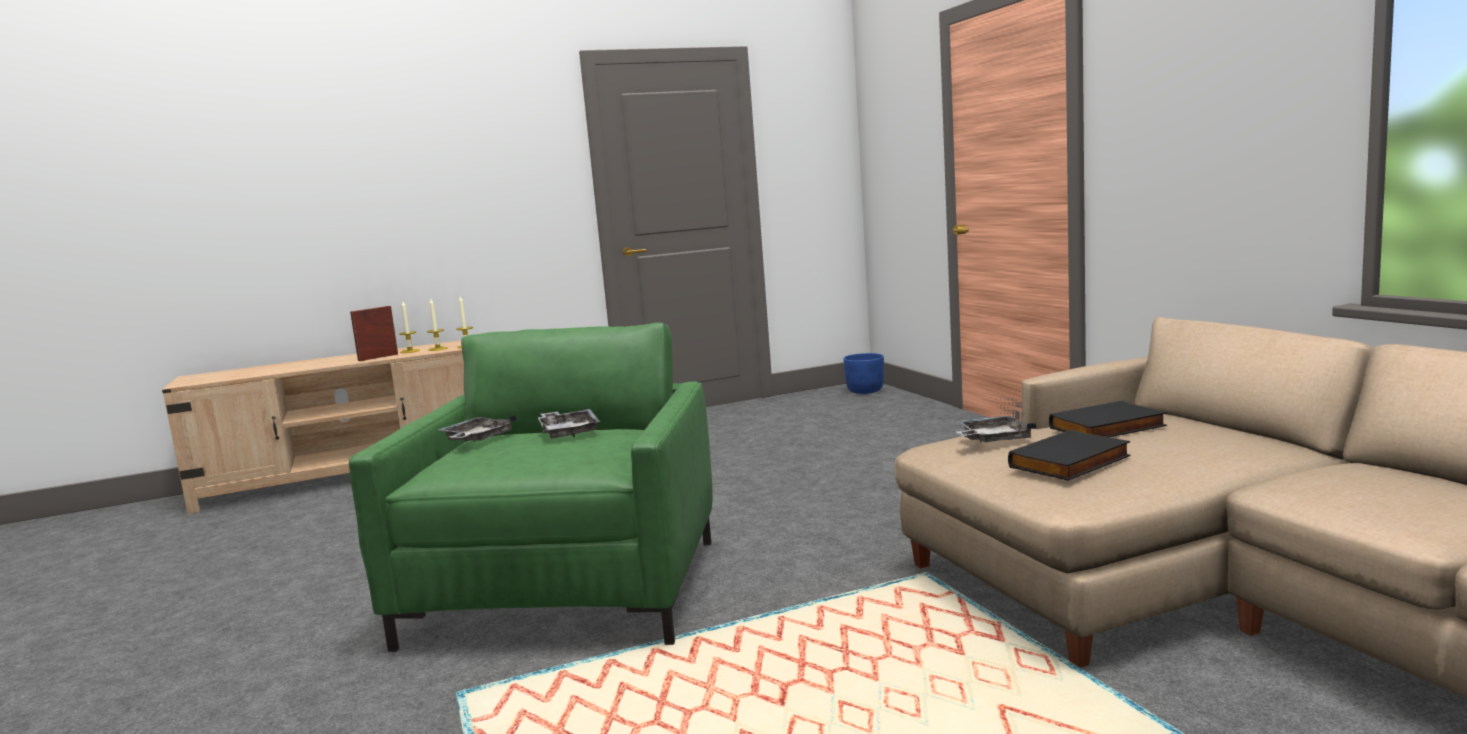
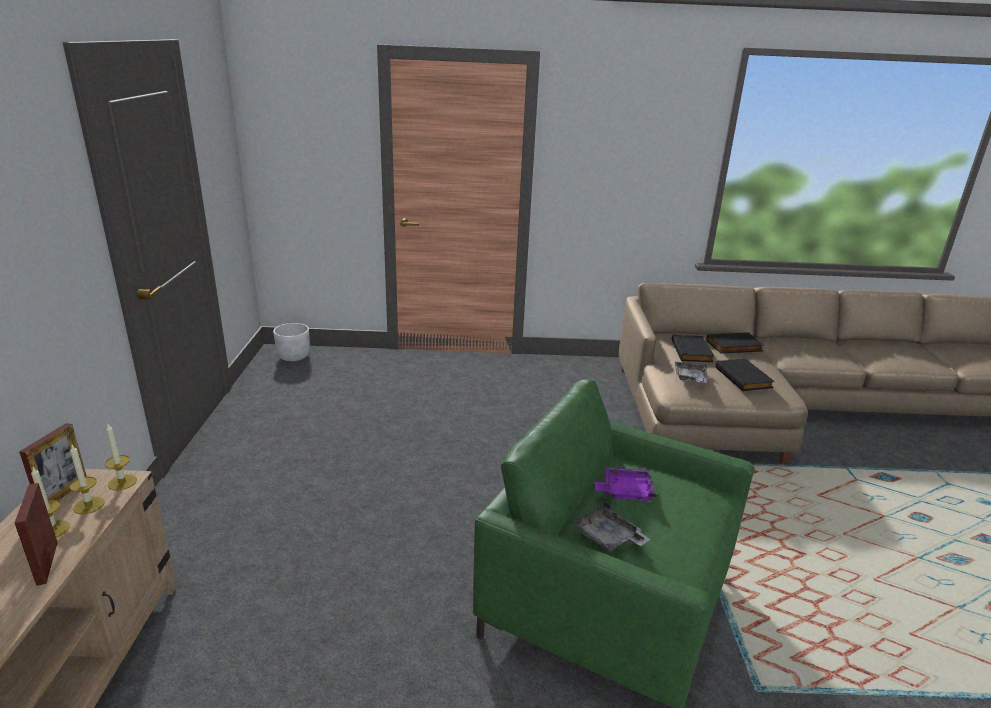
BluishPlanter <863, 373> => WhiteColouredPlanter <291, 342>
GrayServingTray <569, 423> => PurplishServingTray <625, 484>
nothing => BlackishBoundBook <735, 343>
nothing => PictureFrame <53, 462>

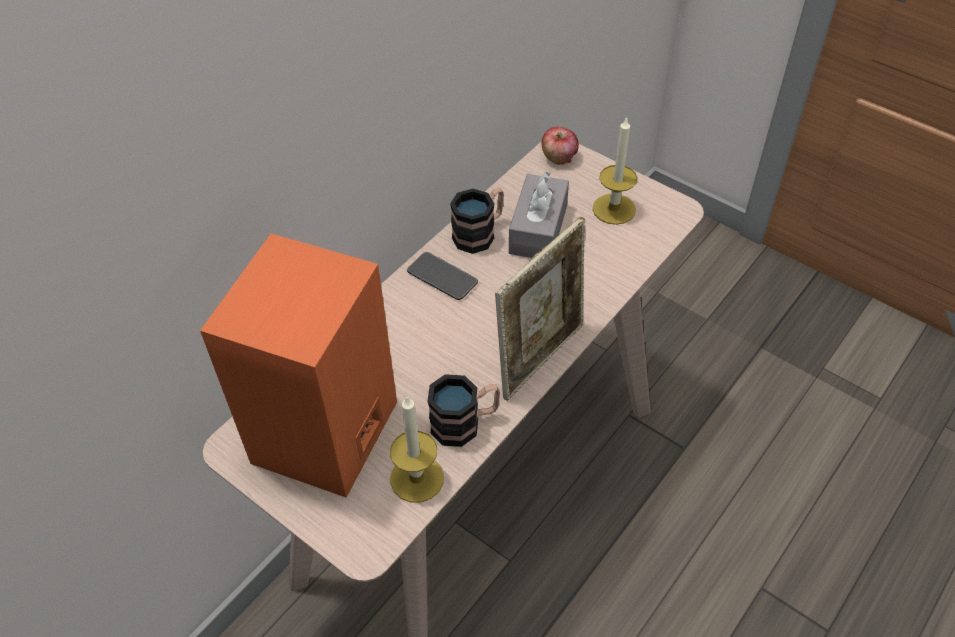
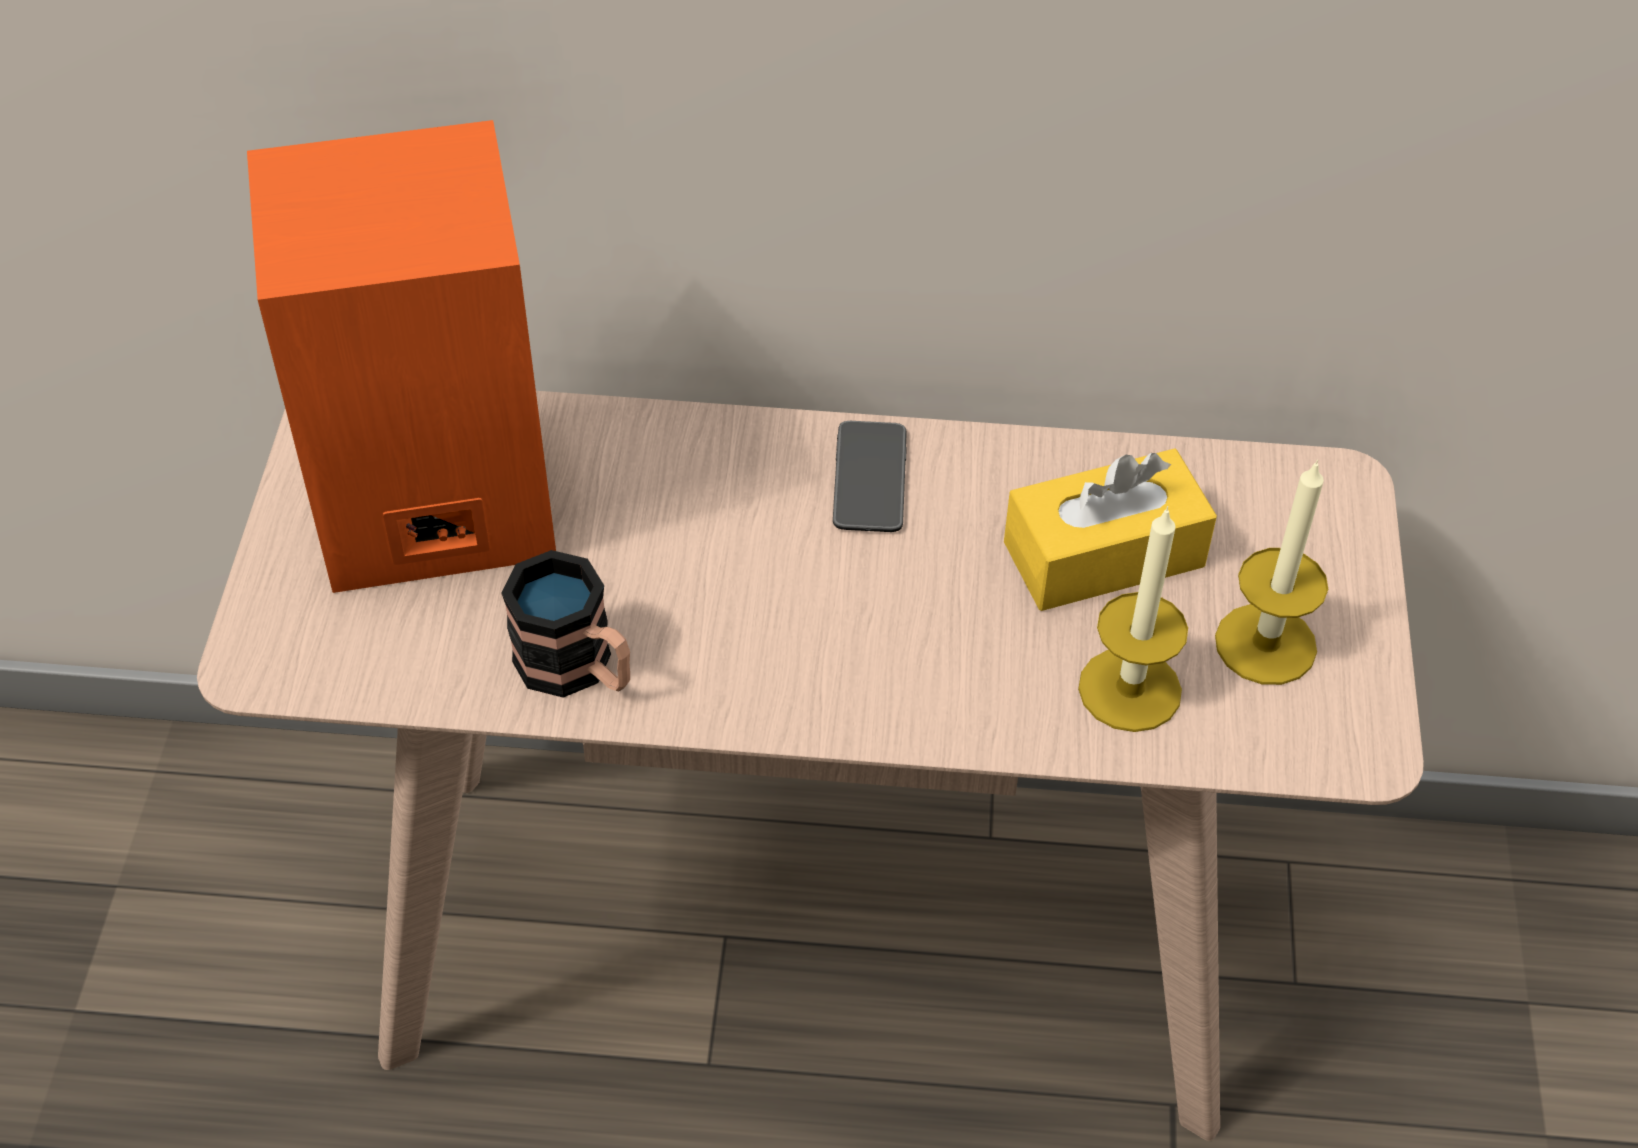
AppleFruit <560, 146> => nothing
GrayTissueHolder <539, 215> => YellowishTissueHolder <1110, 530>
TeaMug <477, 221> => nothing
PictureFrame <540, 309> => nothing
WaxCandle <417, 449> => WaxCandle <1133, 619>, move

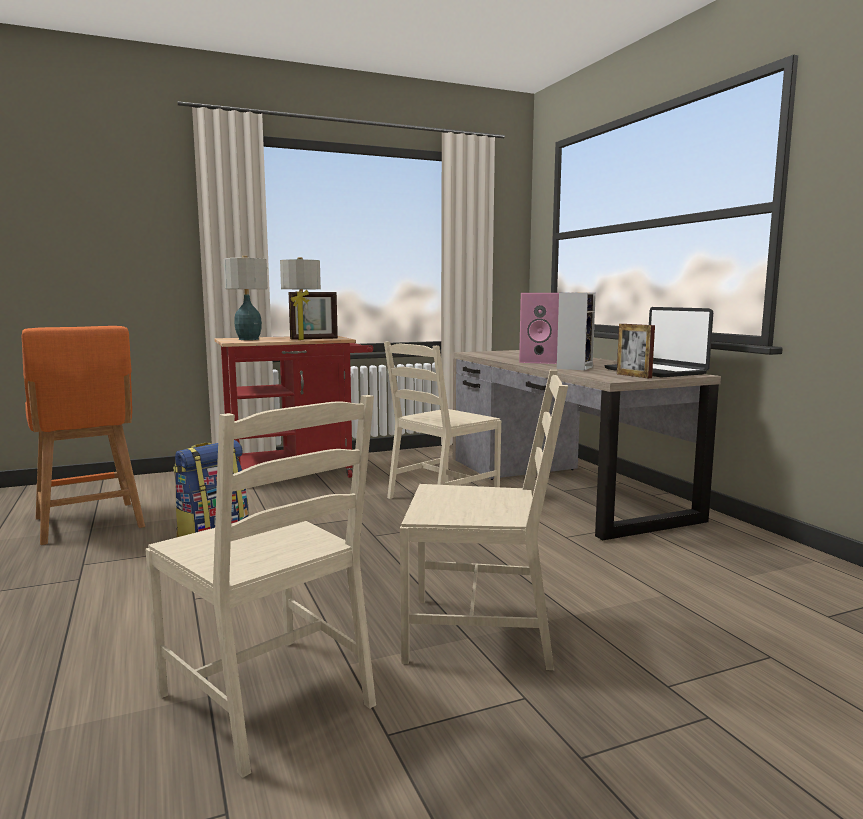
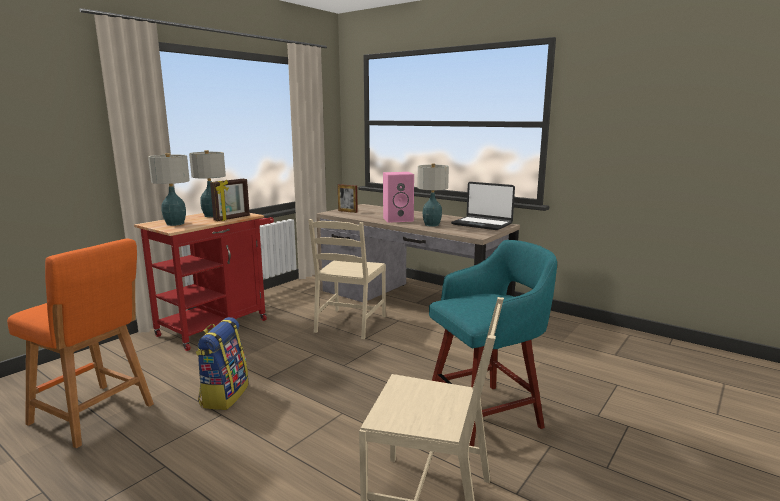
AudioSpeaker <576, 331> => TabletopLamp <433, 195>
PictureFrame <636, 351> => PictureFrame <348, 198>, move
BeigeChair <484, 520> => TurquoiseStoolSeat <493, 343>

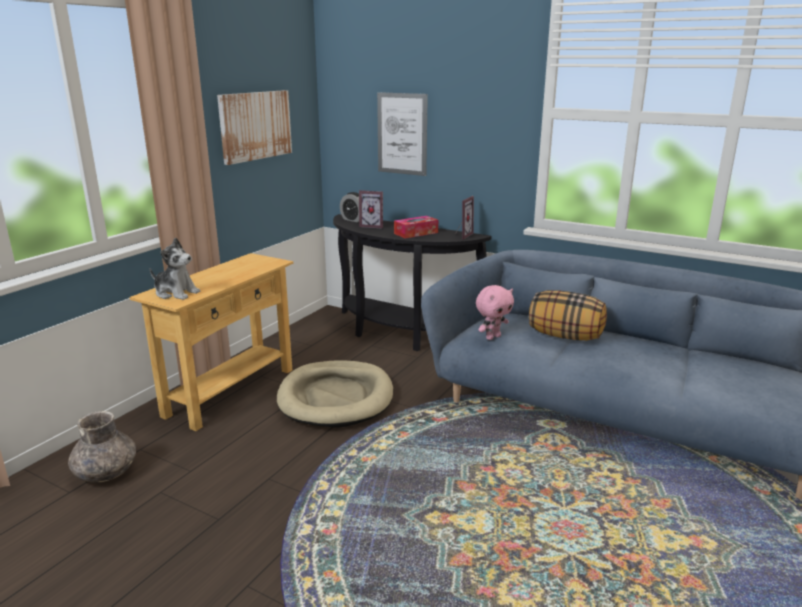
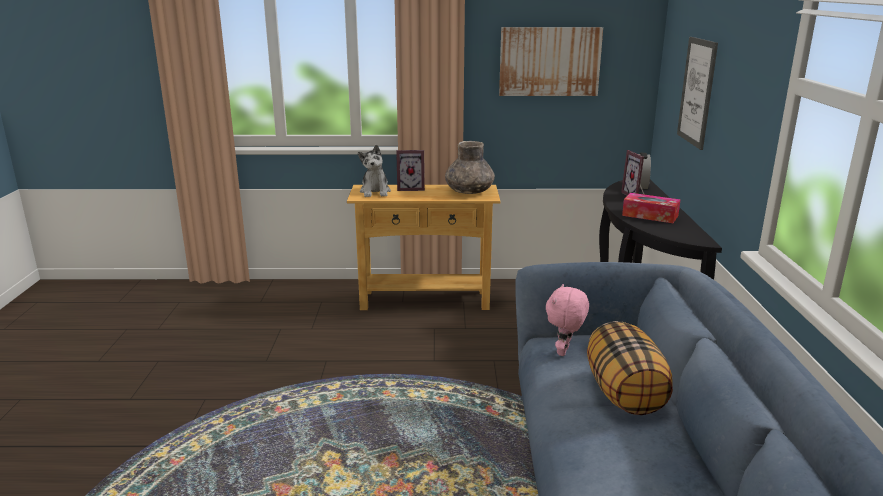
PictureFrame <464, 218> => PictureFrame <410, 170>, move
PinkSoftToy <495, 312> => PinkSoftToy <567, 320>, 90 degrees clockwise
BeigeDogBed <335, 394> => nothing
GrayFlowerVase <102, 447> => GrayFlowerVase <470, 167>, move

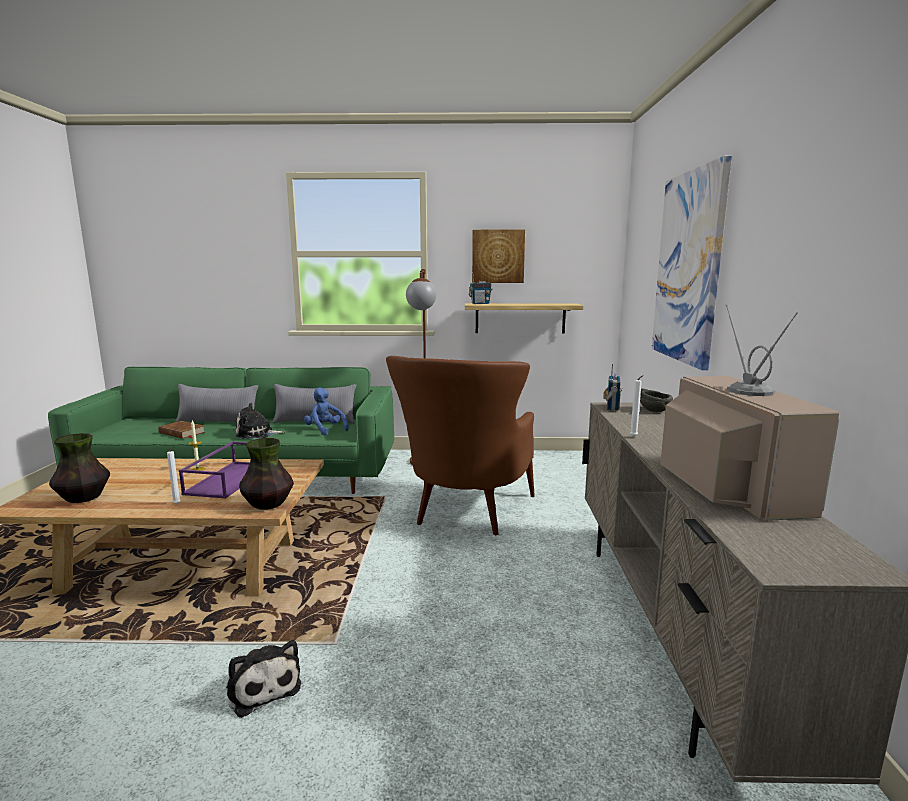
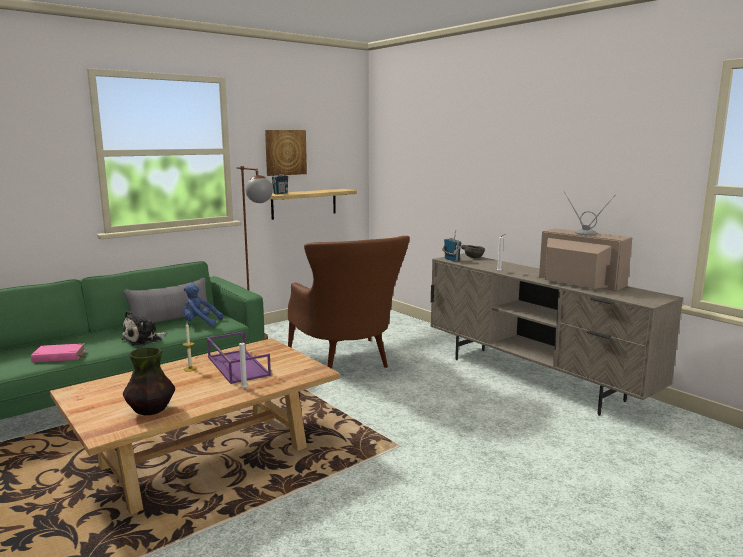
WallPicture <692, 262> => nothing
GrayThrowPillow <216, 403> => nothing
BrownishBoundBook <182, 430> => PinkBoundBook <59, 353>
FlowerVase <266, 474> => nothing
SoftToy <263, 679> => nothing

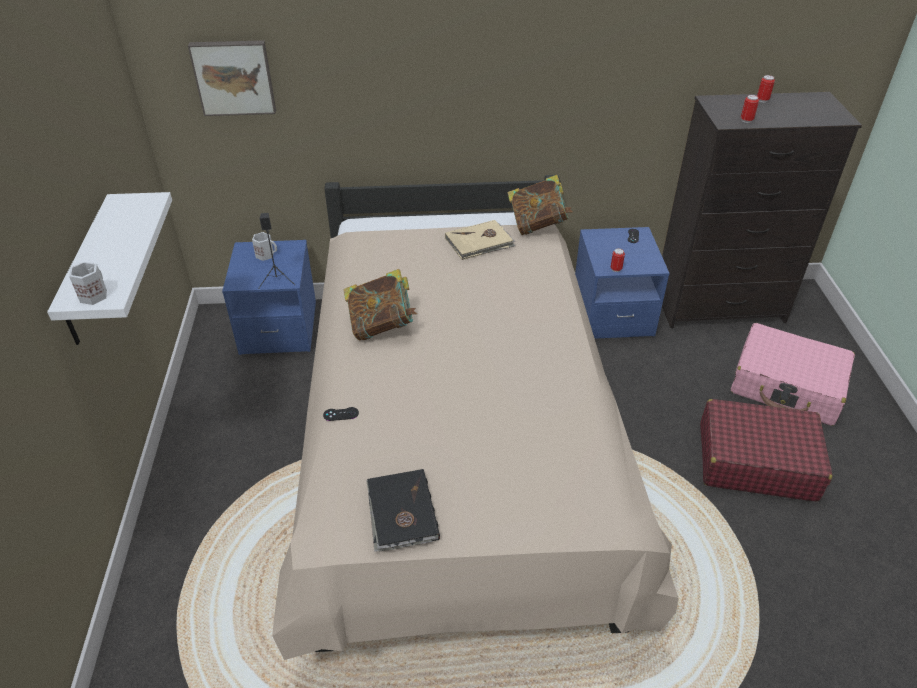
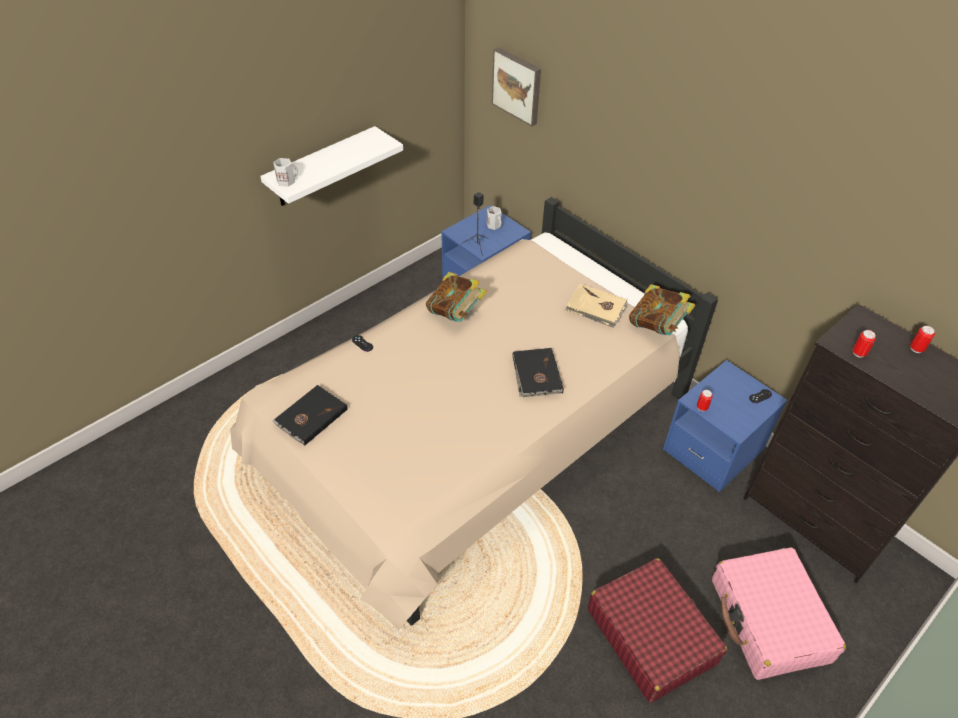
nothing => BlackishBoundBook <538, 372>

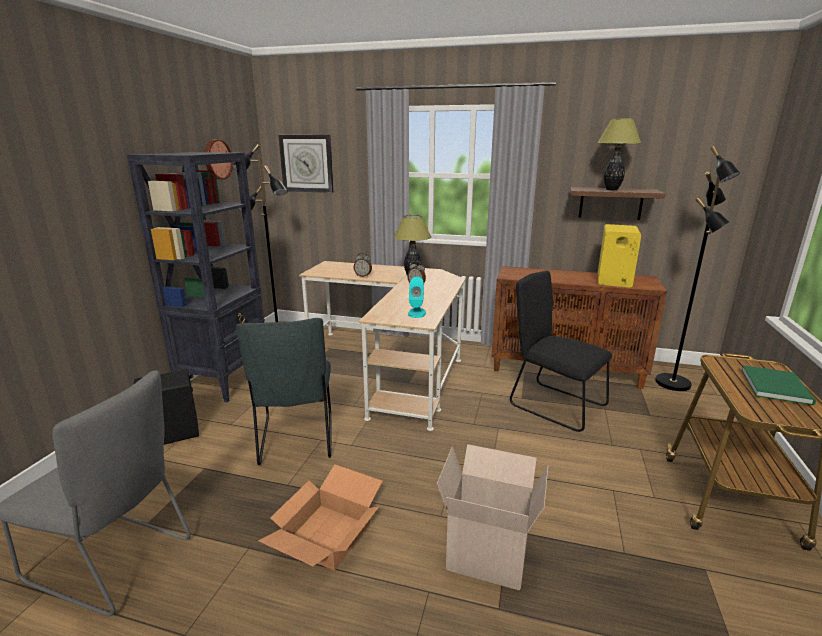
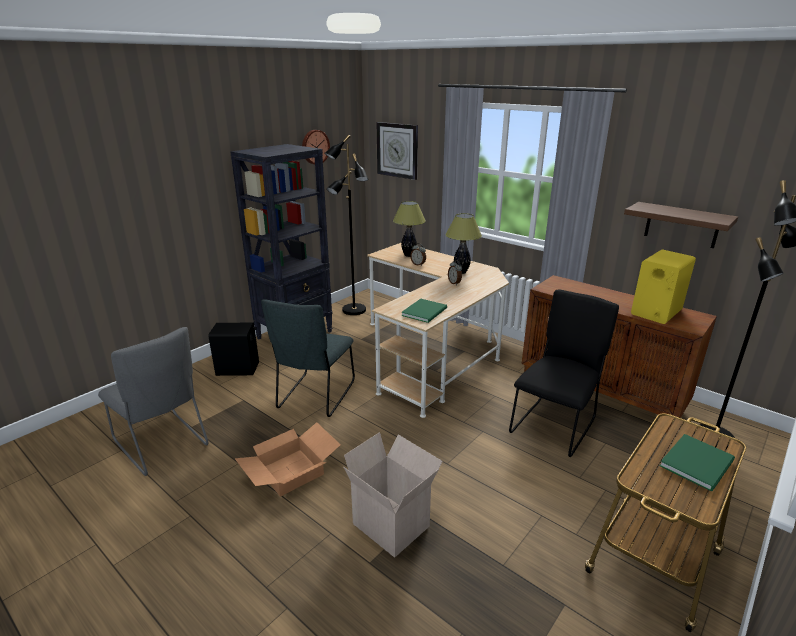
TabletopLamp <619, 154> => TabletopLamp <409, 229>, move
BlackishChair <561, 351> => BlackishChair <564, 373>, 60 degrees clockwise
TurquoiseAudioSpeaker <417, 297> => GreenColouredBoundBook <424, 311>

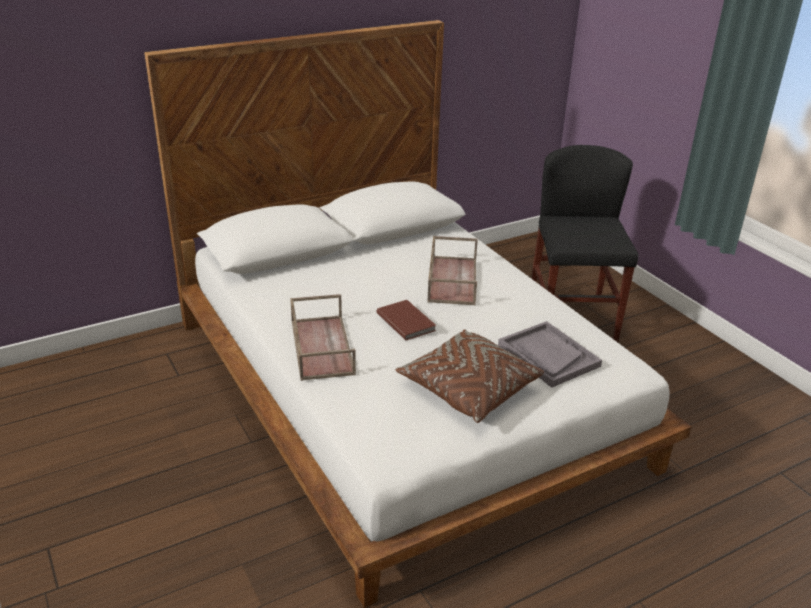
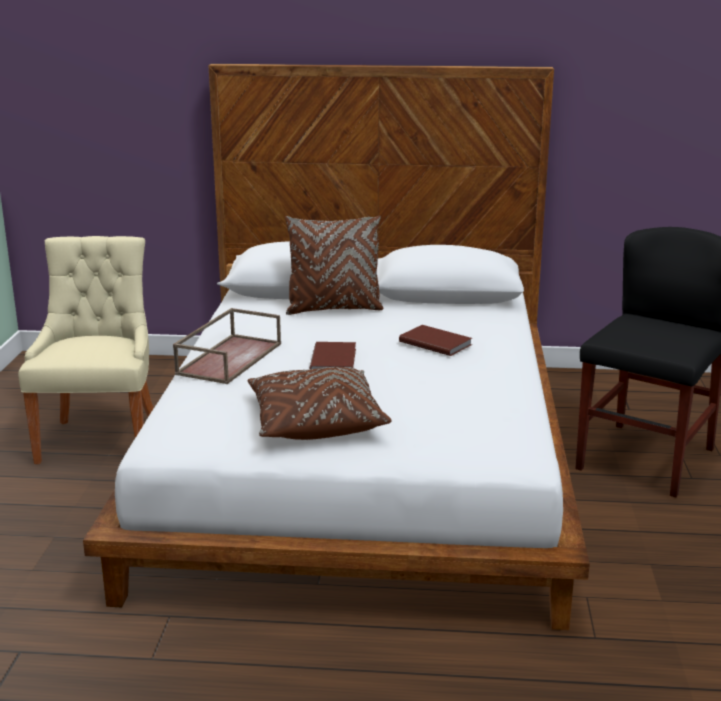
BrownishServingTray <452, 270> => BrownishBoundBook <435, 340>
GrayServingTray <550, 354> => nothing
nothing => BrownishThrowPillow <334, 265>
nothing => BeigeChair <86, 350>

